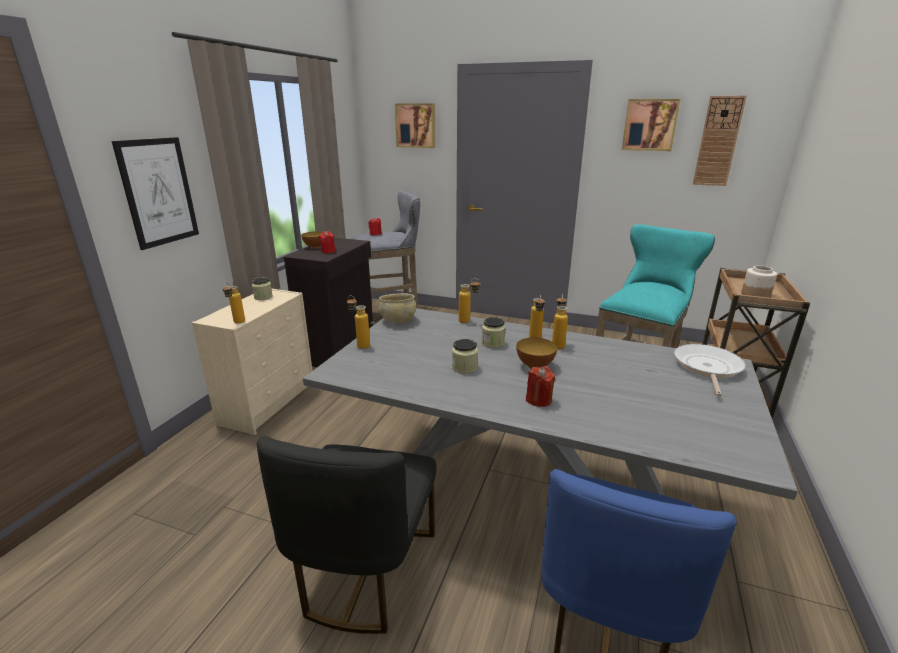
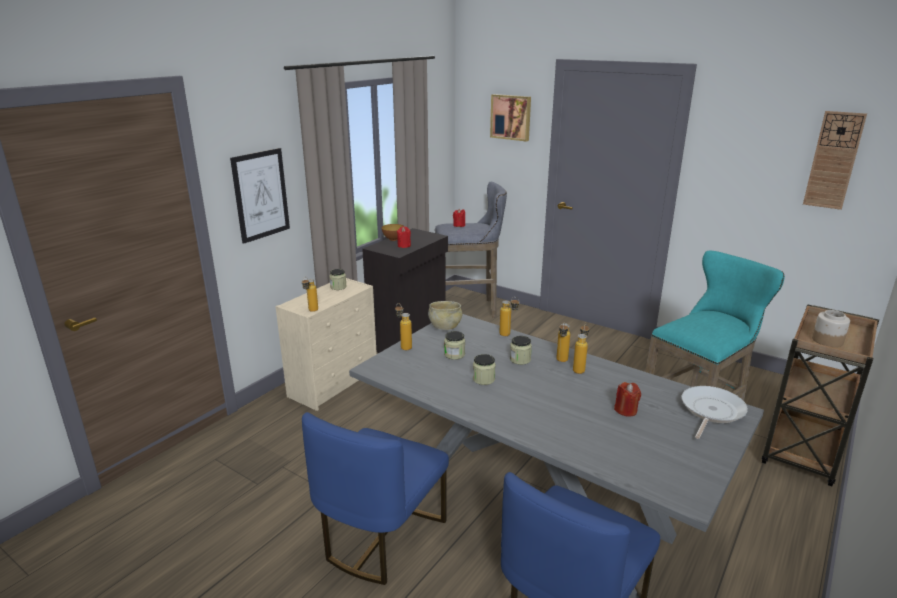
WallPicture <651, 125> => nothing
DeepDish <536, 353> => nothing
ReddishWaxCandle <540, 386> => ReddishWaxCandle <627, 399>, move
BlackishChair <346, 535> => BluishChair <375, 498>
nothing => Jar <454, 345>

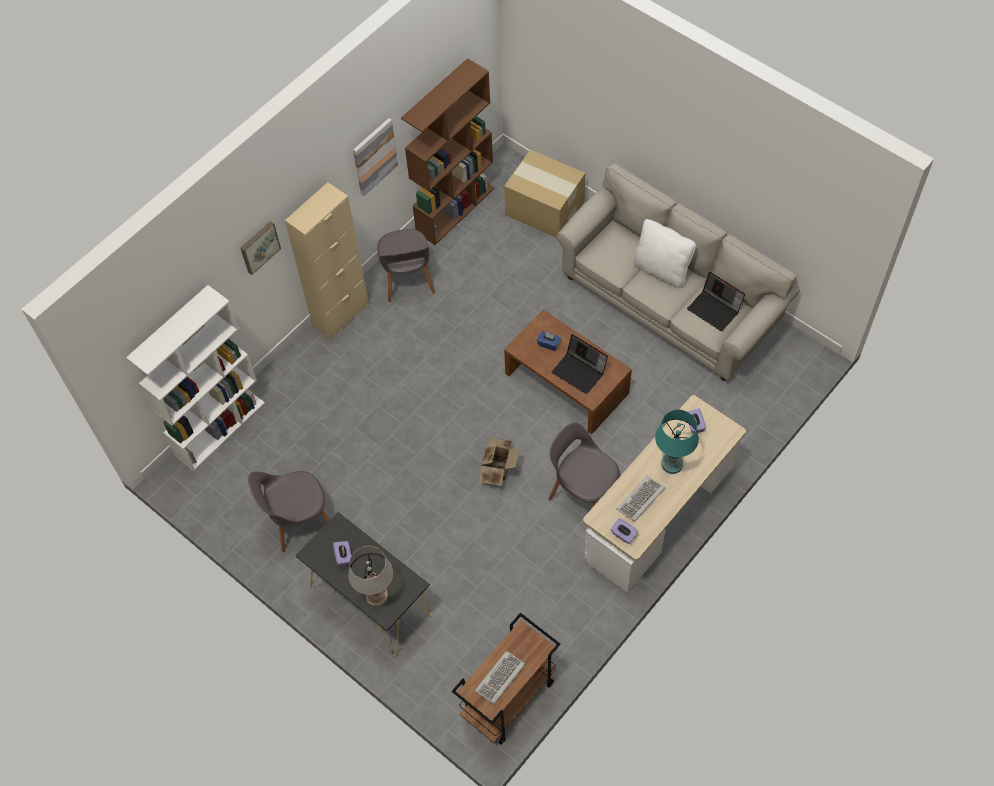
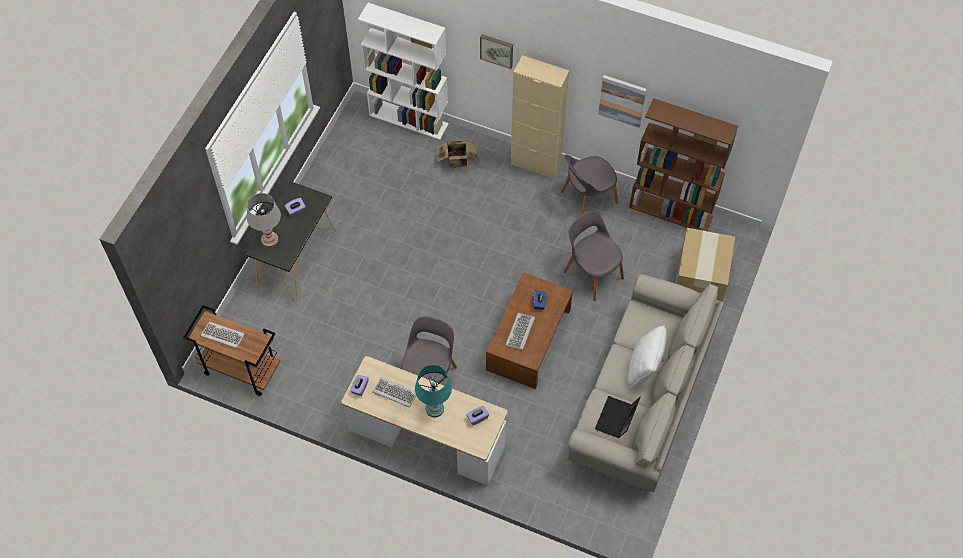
PortableComputer <580, 364> => ComputerKeyboard <520, 331>
CardboardBox <499, 461> => CardboardBox <457, 154>, move
GrayChair <288, 511> => GrayChair <593, 256>, move

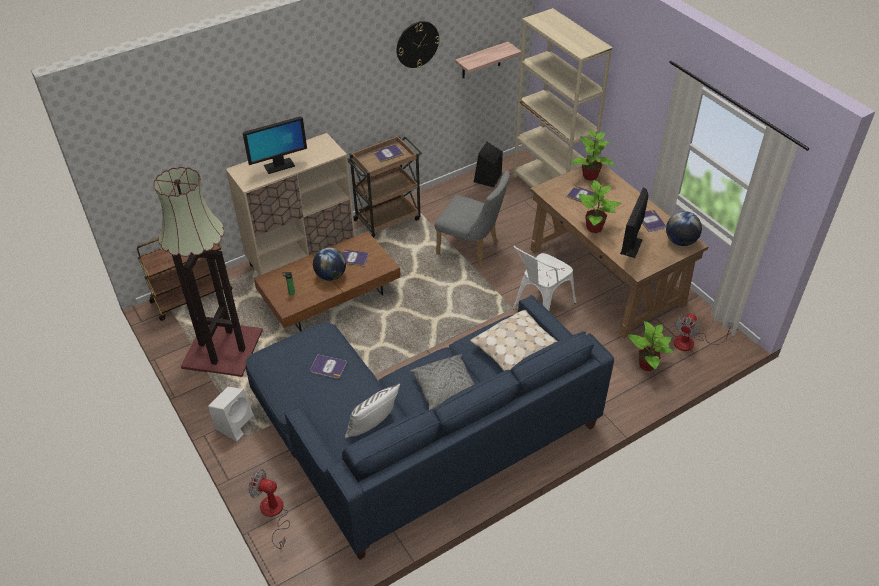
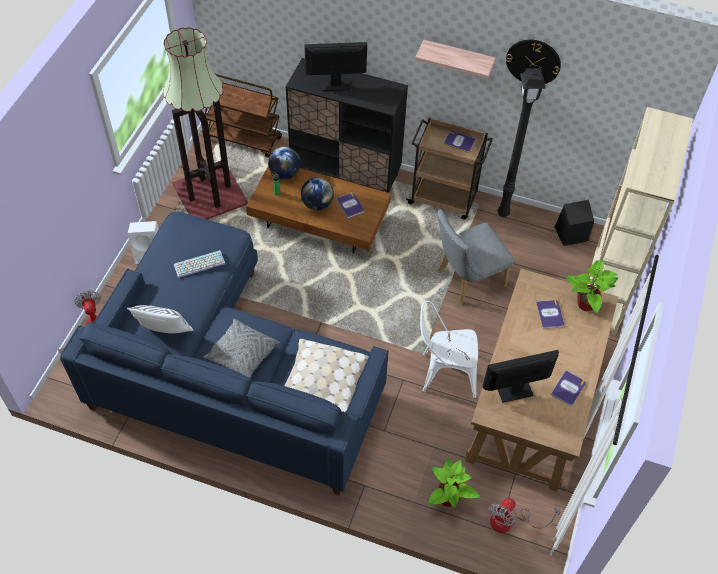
BracketShelf <488, 60> => BracketShelf <455, 59>, move
Monitor <275, 145> => Monitor <335, 66>, 150 degrees clockwise
BeigeCabinet <290, 204> => BlackishCabinet <347, 125>
GrayChair <472, 219> => GrayChair <475, 257>, 75 degrees clockwise
PlantInAPot <600, 206> => nothing
DeskGlobe <684, 228> => DeskGlobe <284, 163>, move
Fan <704, 332> => Fan <525, 515>, 45 degrees counterclockwise
BoundBook <328, 367> => ComputerKeyboard <199, 264>
nothing => BlackishFloorLamp <521, 142>

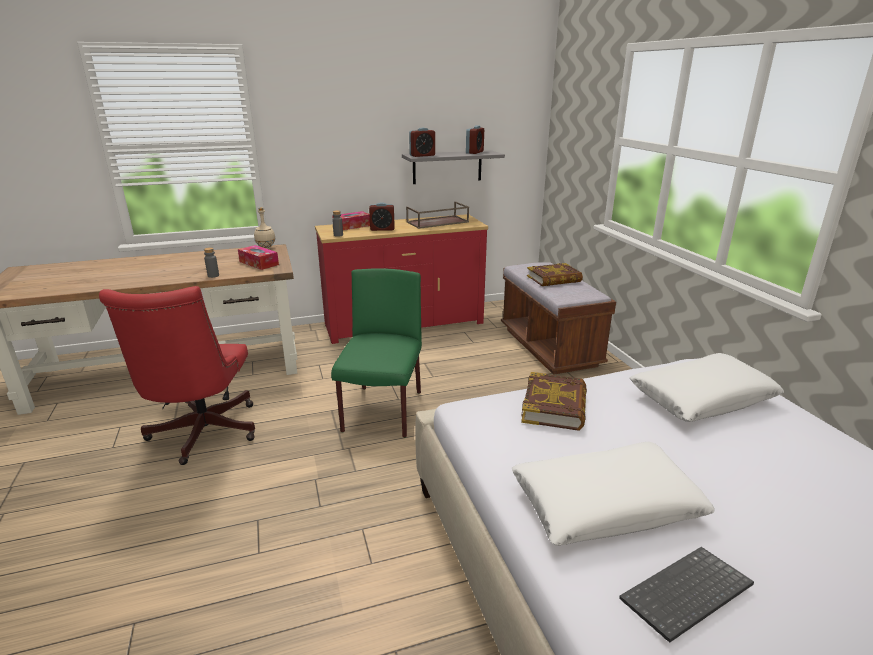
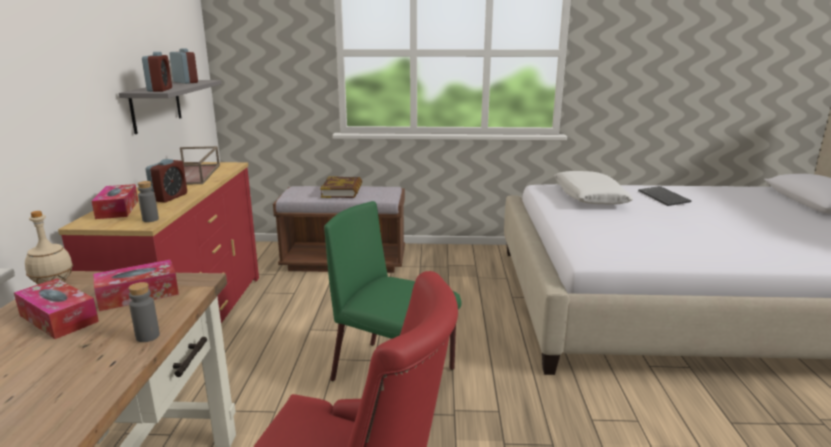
BoundBook <554, 401> => nothing
WhiteColouredThrowPillow <613, 494> => nothing
ComputerKeyboard <686, 595> => ComputerKeyboard <664, 196>, move
nothing => TissueHolder <56, 309>

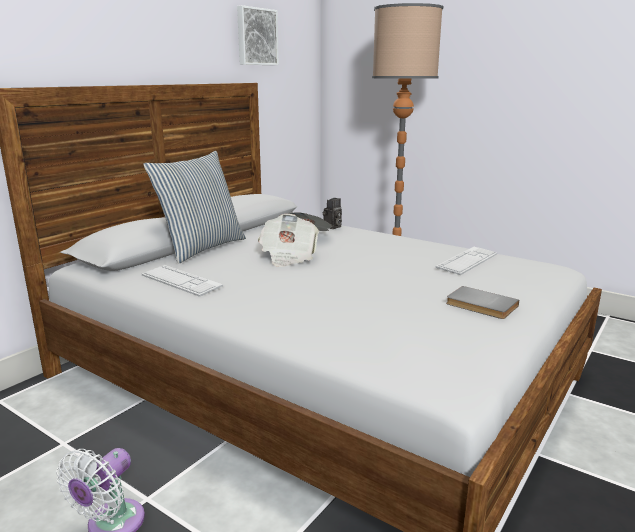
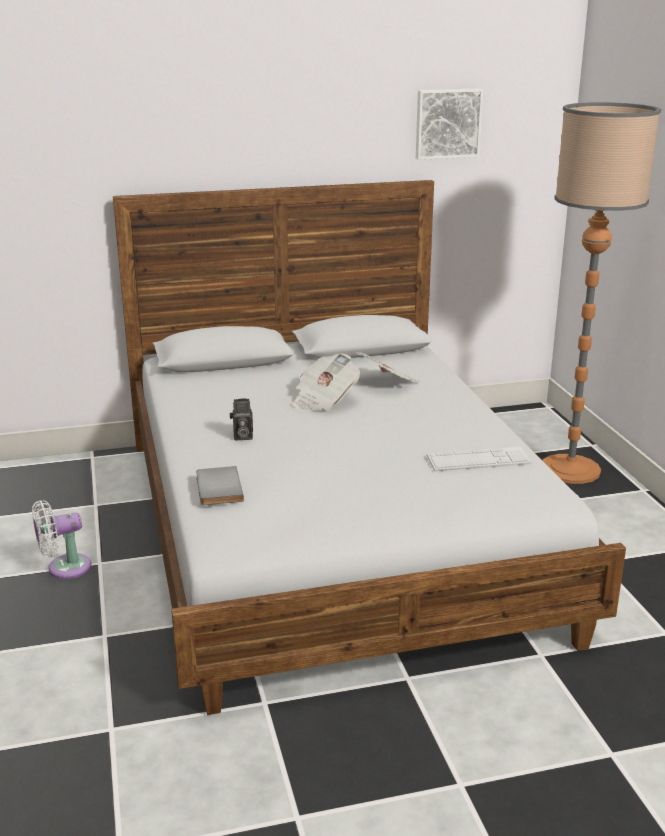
ThrowPillow <194, 207> => nothing
StillCamera <332, 213> => StillCamera <241, 419>, move
ComputerKeyboard <182, 281> => nothing
GrayBoundBook <482, 302> => GrayBoundBook <220, 485>, move

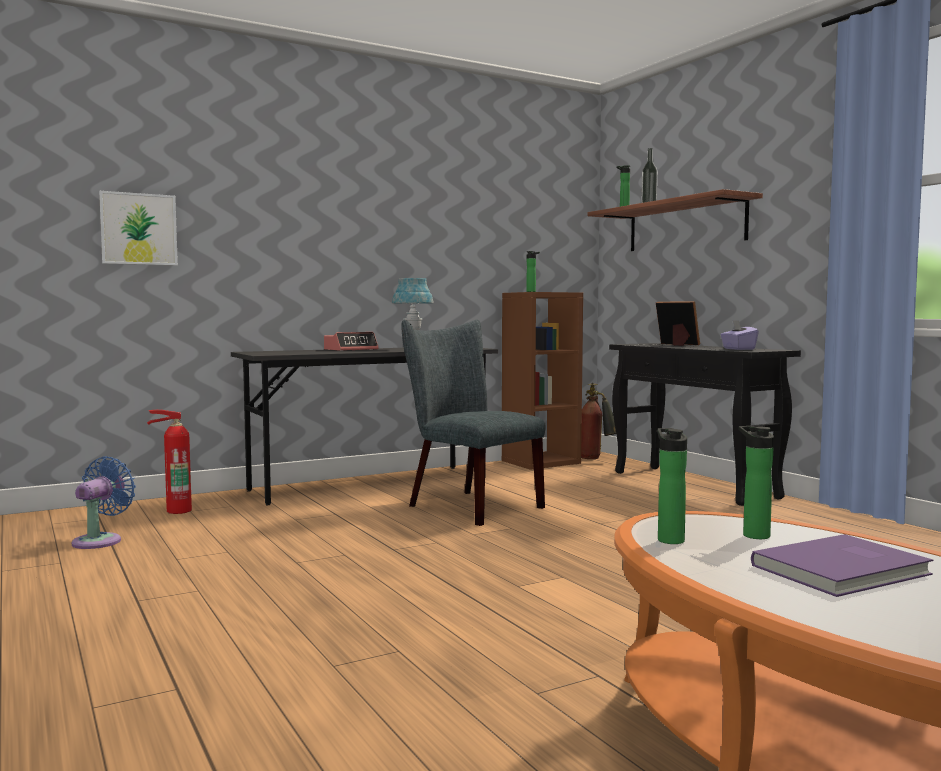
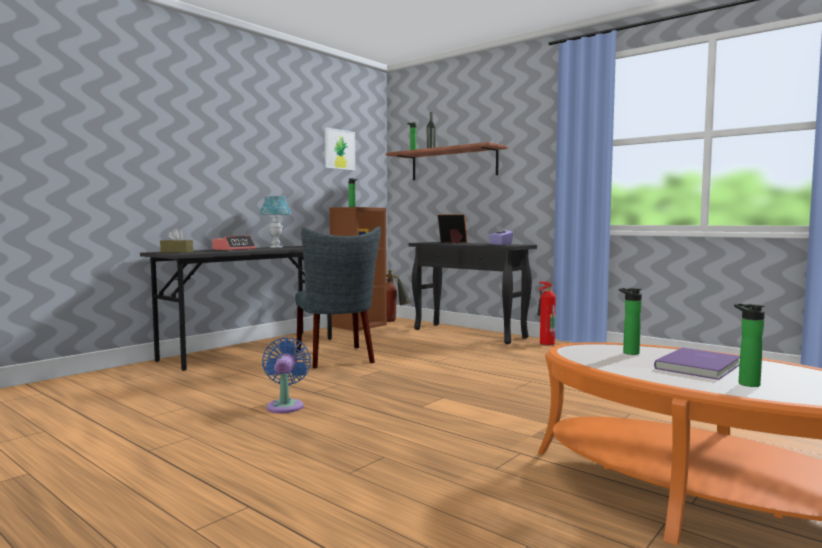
WallPicture <138, 228> => WallPicture <340, 149>, move
GrayChair <474, 423> => GrayChair <338, 297>, 135 degrees counterclockwise
FireExtinguisher <169, 462> => FireExtinguisher <547, 313>, move
DrinkBottle <672, 486> => DrinkBottle <749, 345>, move
BluishFan <104, 502> => BluishFan <286, 375>, move
nothing => BrownishTissueHolder <176, 241>

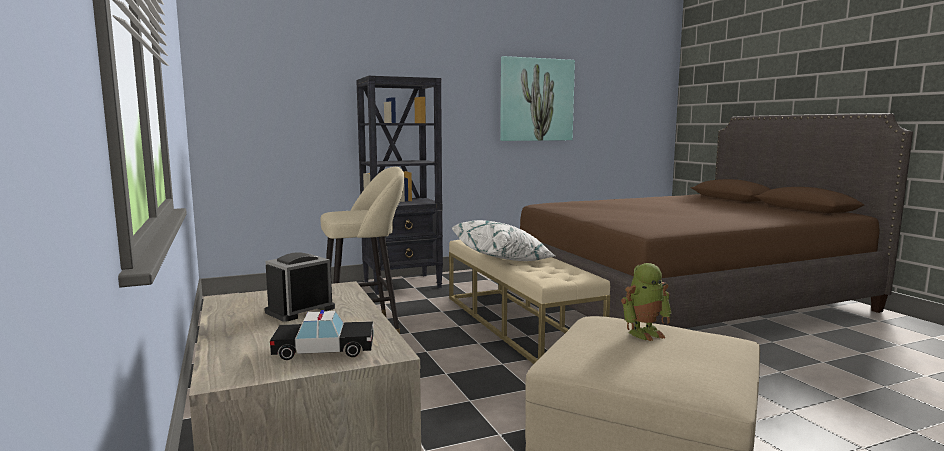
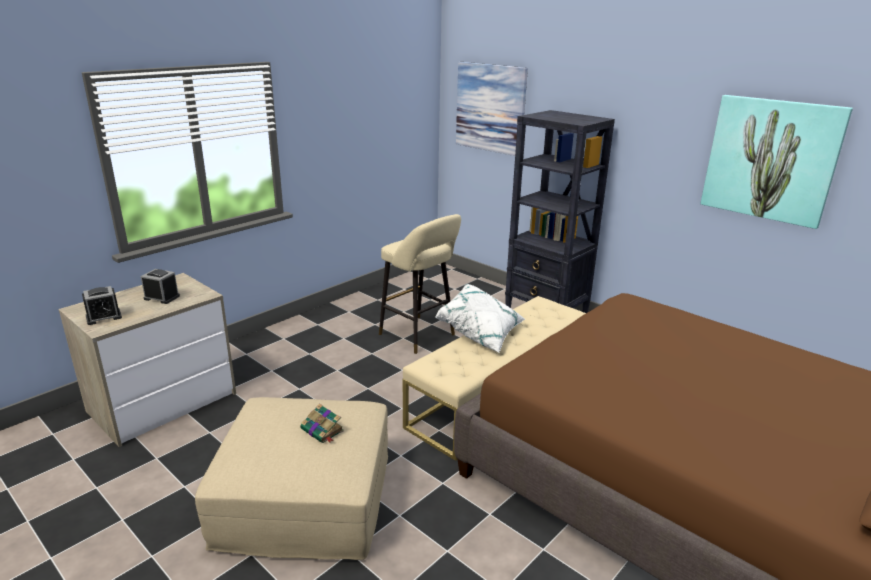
ToyRobot <646, 302> => BoundBook <322, 423>
MiniatureCar <322, 335> => TableClock <102, 305>
nothing => WallPicture <492, 109>

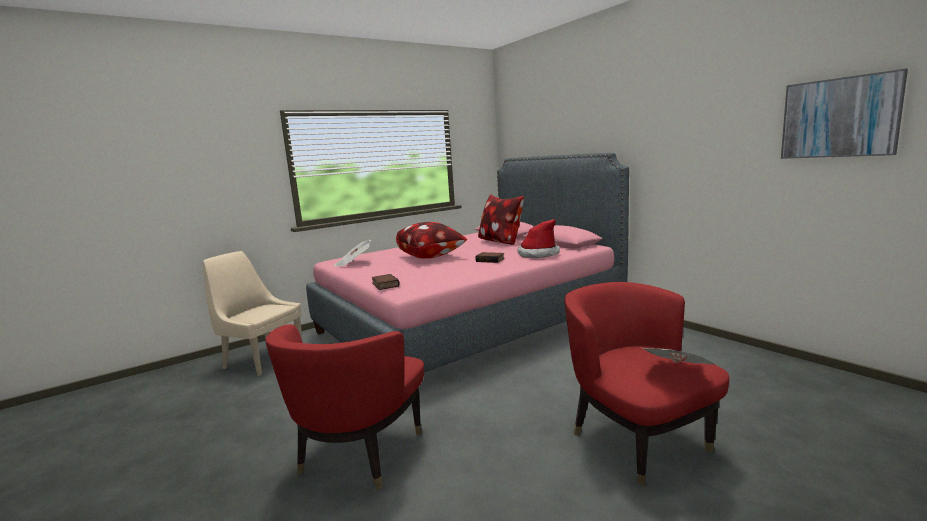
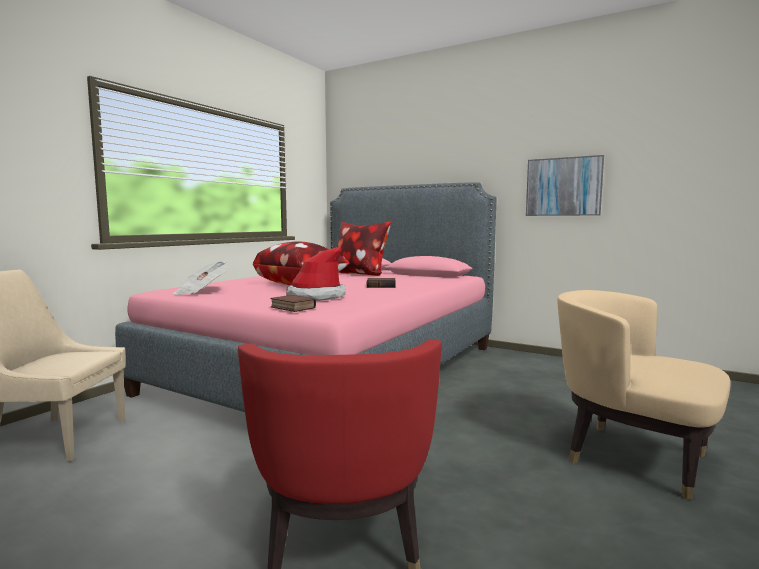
WallPicture <844, 114> => WallPicture <565, 185>, move
WearableHat <538, 238> => WearableHat <316, 273>, move
ReddishArmchair <646, 384> => BeigeArmchair <643, 395>
Newspaper <679, 356> => nothing

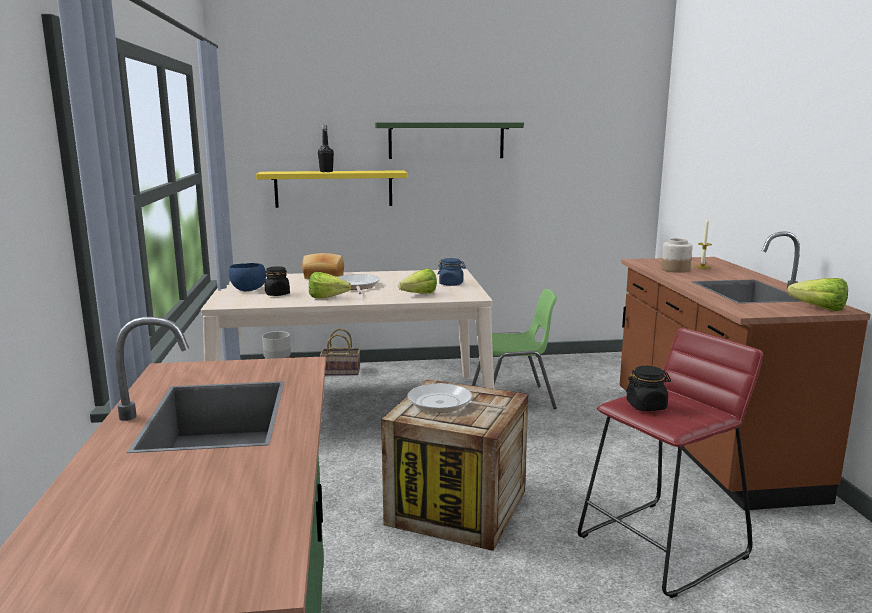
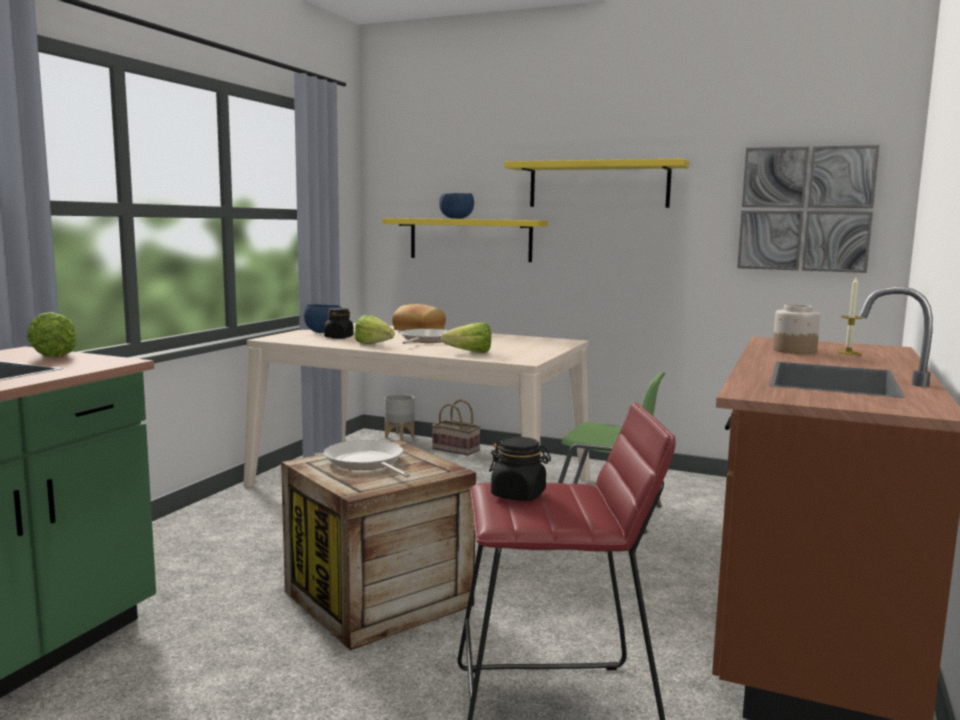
GreenColouredBracketShelf <449, 140> => YellowishBracketShelf <596, 183>
BlackishDrinkBottle <326, 148> => BluishDeepDish <456, 206>
BluishJar <452, 272> => nothing
HeadOfLettuce <817, 294> => HeadOfLettuce <52, 334>, move
nothing => WallPicture <808, 209>

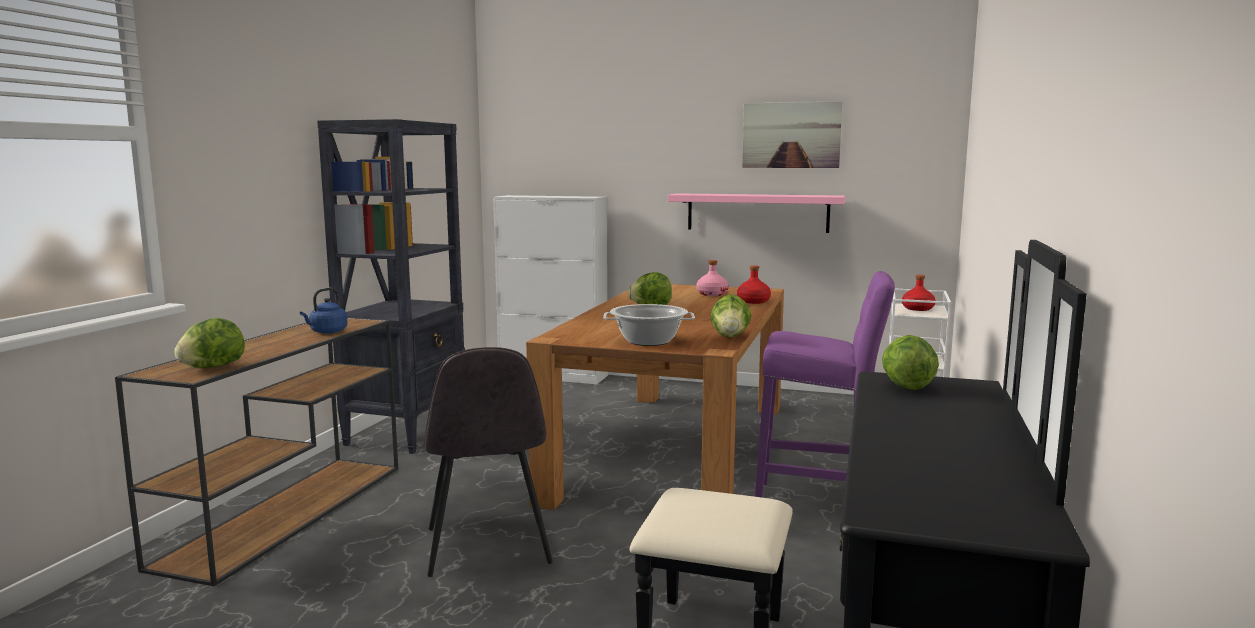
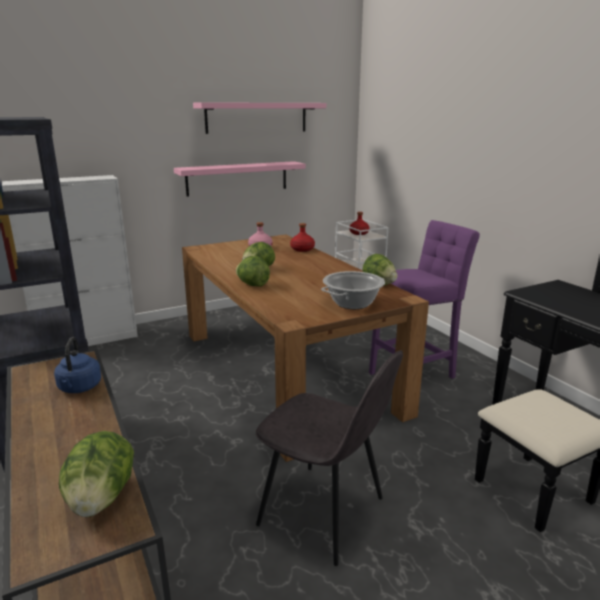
WallPicture <792, 134> => PinkBracketShelf <259, 118>
HeadOfLettuce <910, 362> => HeadOfLettuce <253, 271>, move

